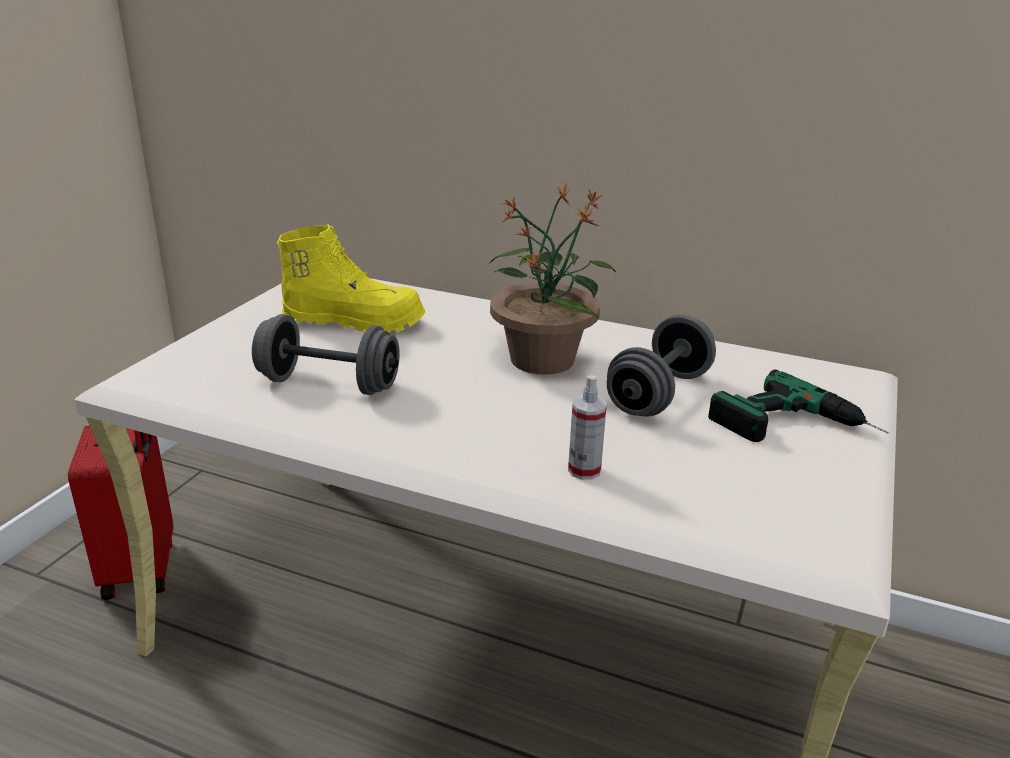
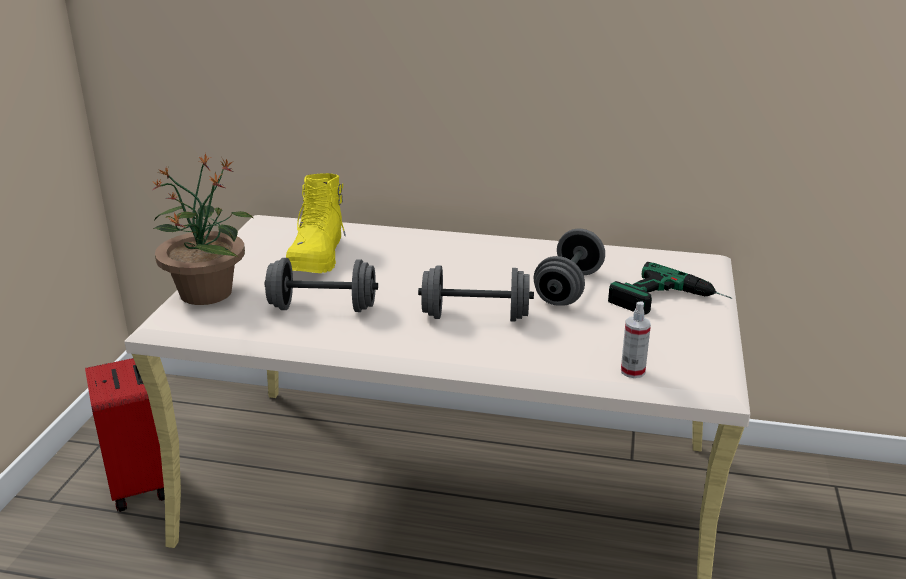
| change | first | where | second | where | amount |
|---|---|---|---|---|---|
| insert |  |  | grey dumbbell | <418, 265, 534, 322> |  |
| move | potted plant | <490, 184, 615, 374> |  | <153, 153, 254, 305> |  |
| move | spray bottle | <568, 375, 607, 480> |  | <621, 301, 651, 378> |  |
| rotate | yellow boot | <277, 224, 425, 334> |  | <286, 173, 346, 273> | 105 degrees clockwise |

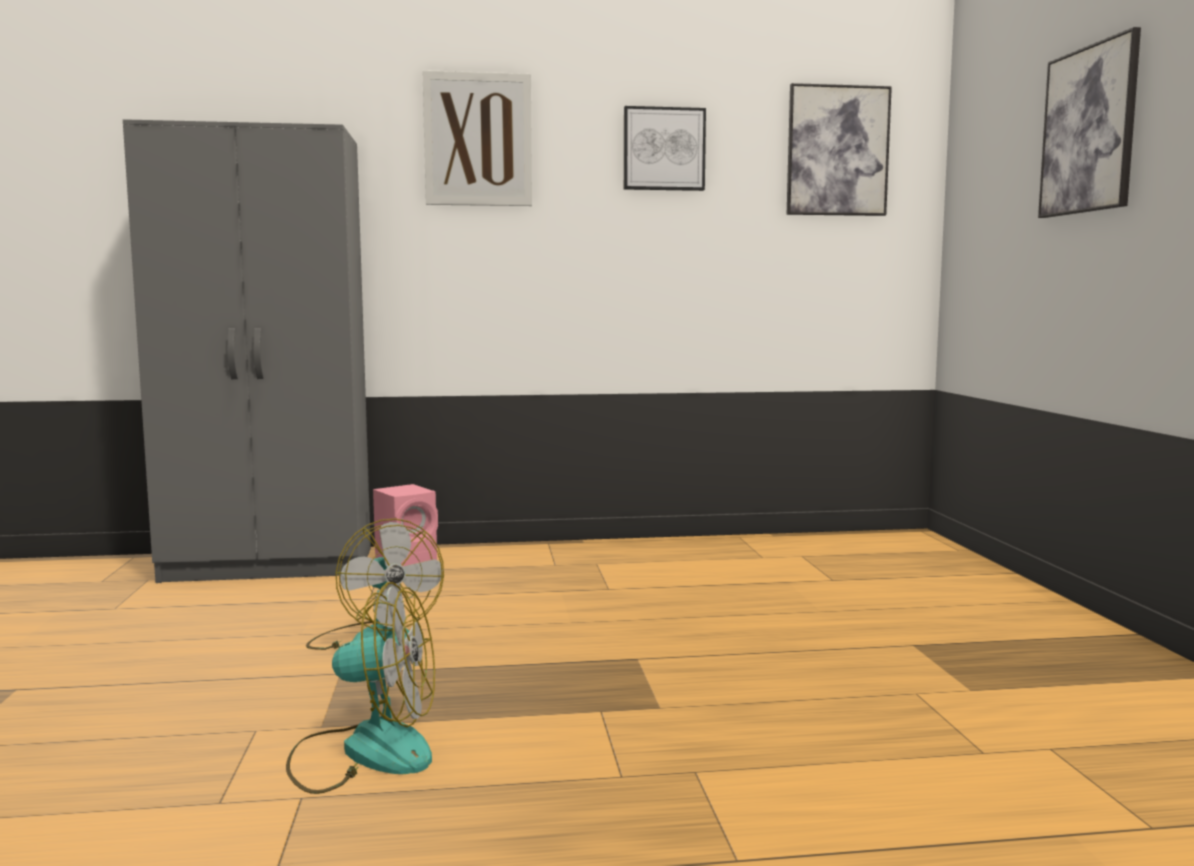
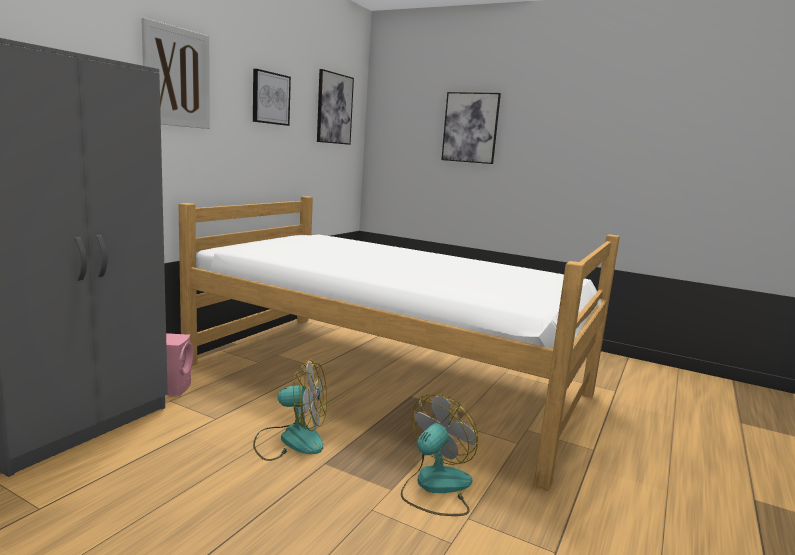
| change | first | where | second | where | amount |
|---|---|---|---|---|---|
| insert |  |  | bed | <178, 196, 620, 490> |  |

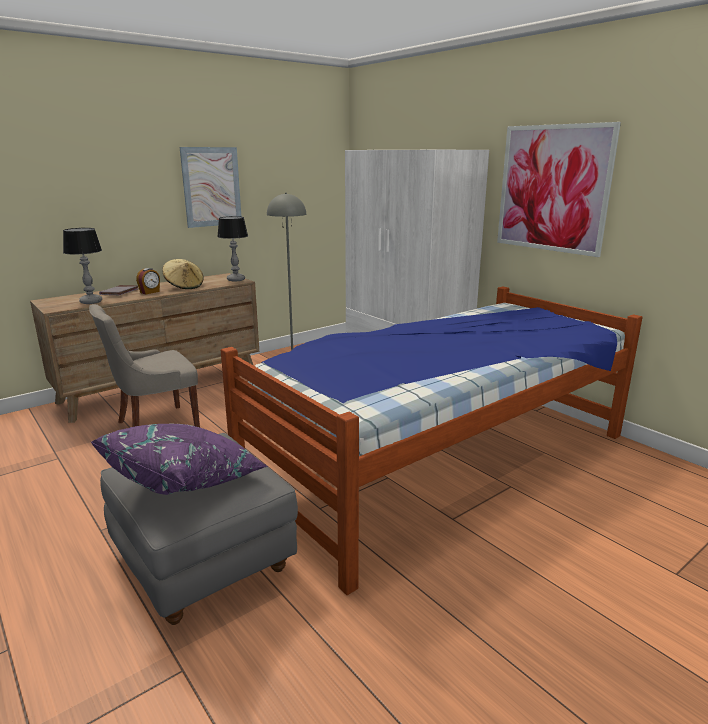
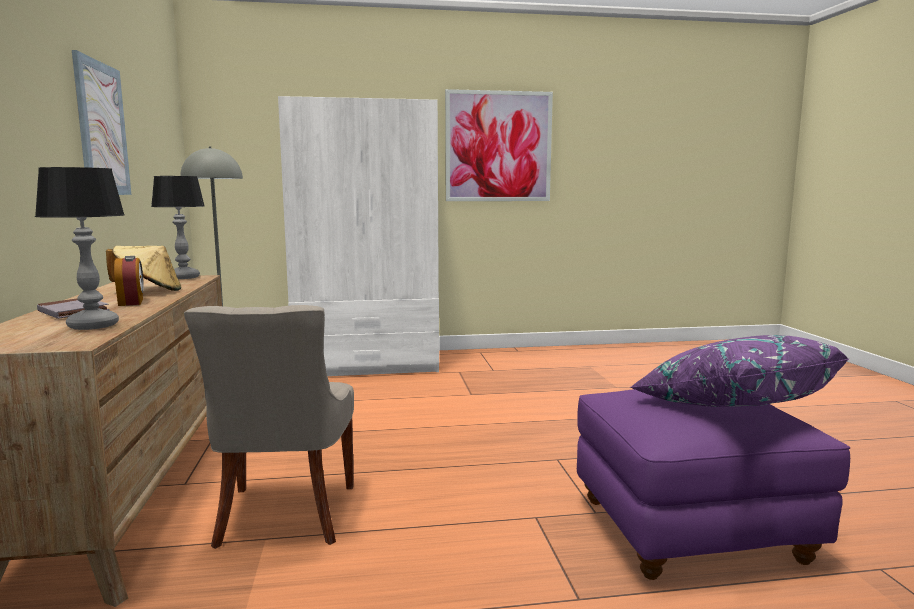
| change | first | where | second | where | amount |
|---|---|---|---|---|---|
| delete | bed | <221, 286, 643, 595> |  |  |  |
| recolor | grey ottoman | <100, 433, 298, 625> | purple ottoman | <577, 389, 850, 580> |  |

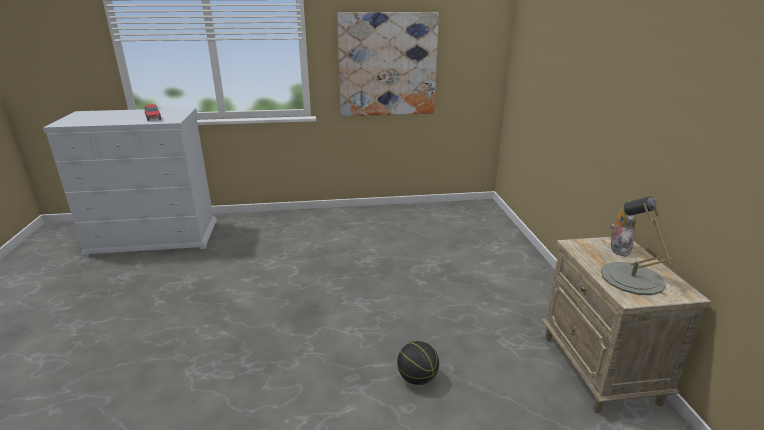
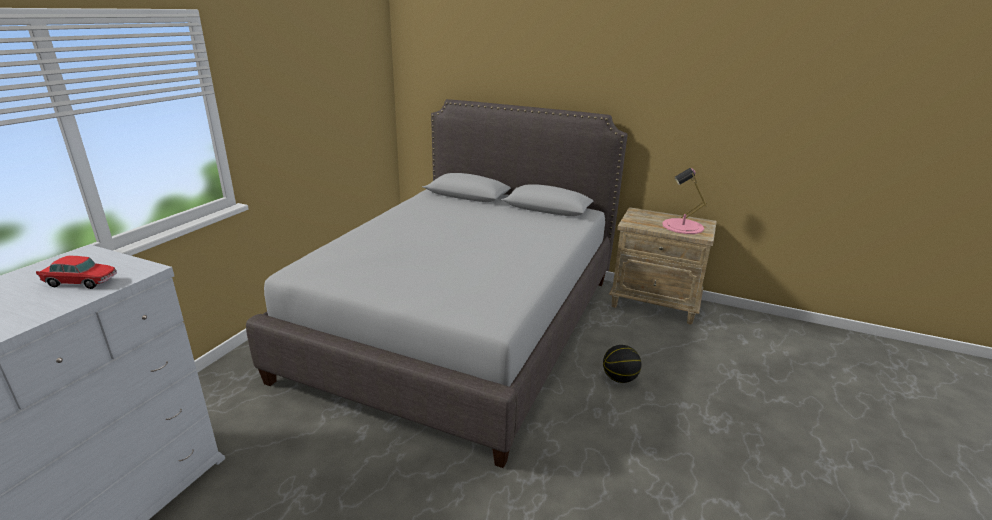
| change | first | where | second | where | amount |
|---|---|---|---|---|---|
| delete | picture | <337, 12, 439, 116> |  |  |  |
| delete | plush toy | <610, 201, 637, 256> |  |  |  |
| insert |  |  | grey bed | <246, 99, 628, 468> |  |
| recolor | grey table lamp | <601, 196, 672, 295> | pink table lamp | <662, 168, 707, 234> |  |

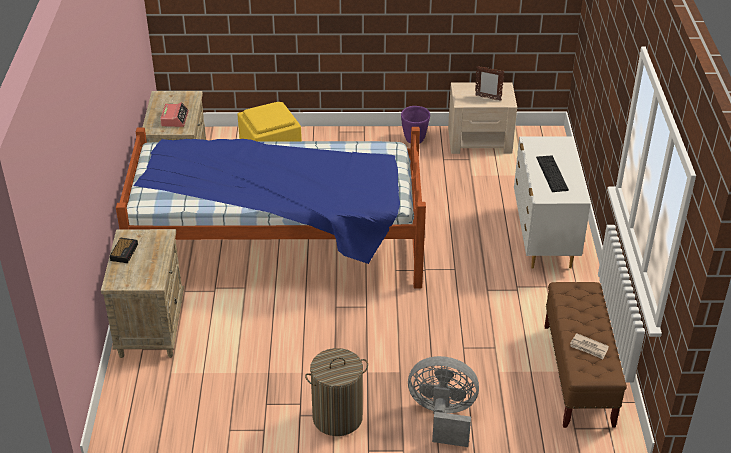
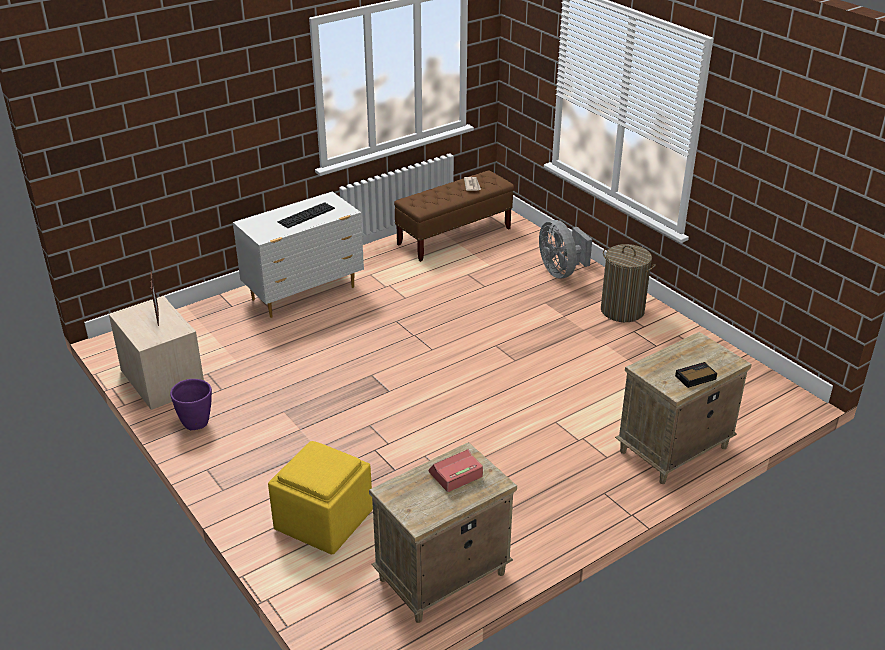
| change | first | where | second | where | amount |
|---|---|---|---|---|---|
| delete | bed | <116, 127, 426, 289> |  |  |  |

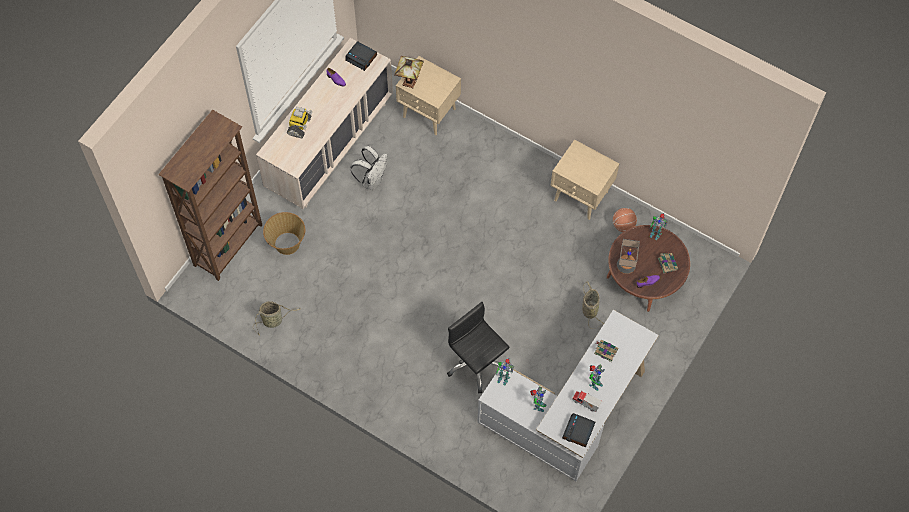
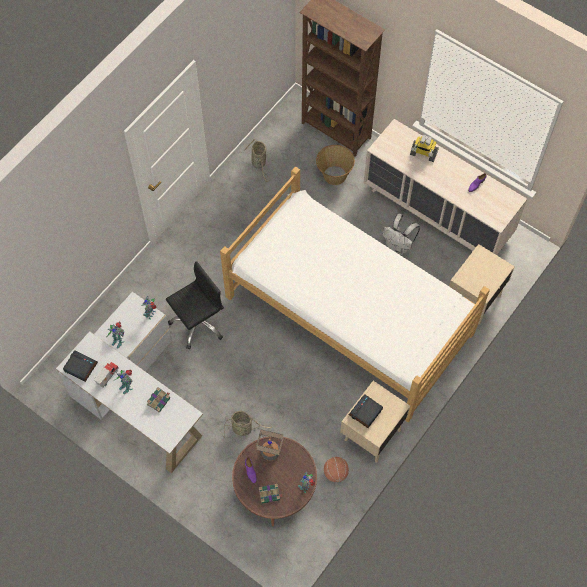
| change | first | where | second | where | amount |
|---|---|---|---|---|---|
| delete | table lamp | <394, 56, 424, 88> |  |  |  |
| insert |  |  | bed | <220, 166, 490, 422> |  |
| move | alarm clock | <345, 41, 377, 71> |  | <349, 394, 383, 428> |  |

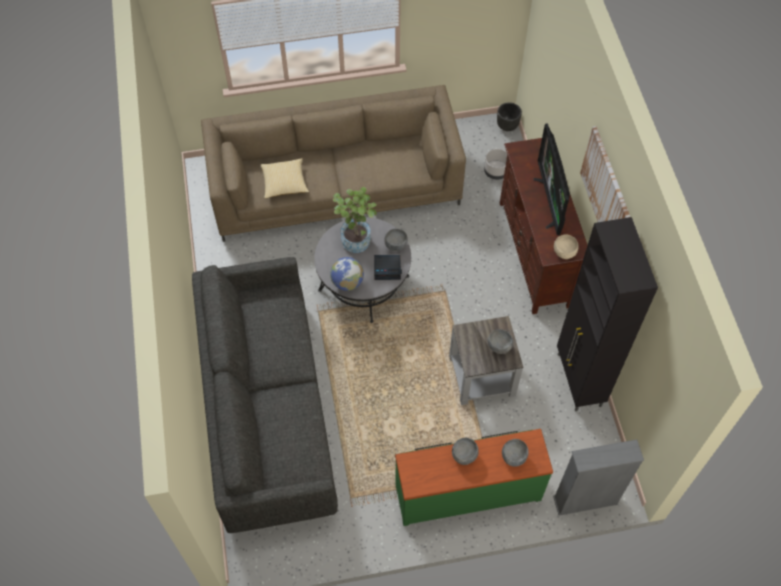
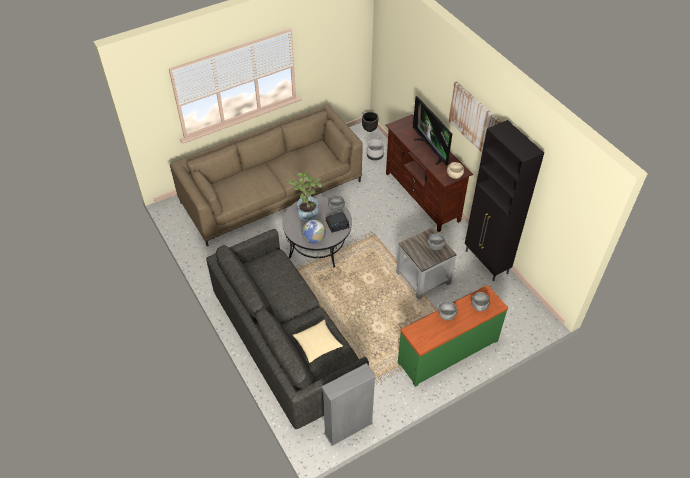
| change | first | where | second | where | amount |
|---|---|---|---|---|---|
| move | pillow | <260, 158, 309, 199> |  | <292, 319, 343, 363> |  |
| move | grey bookcase | <553, 440, 644, 516> |  | <321, 363, 376, 446> |  |

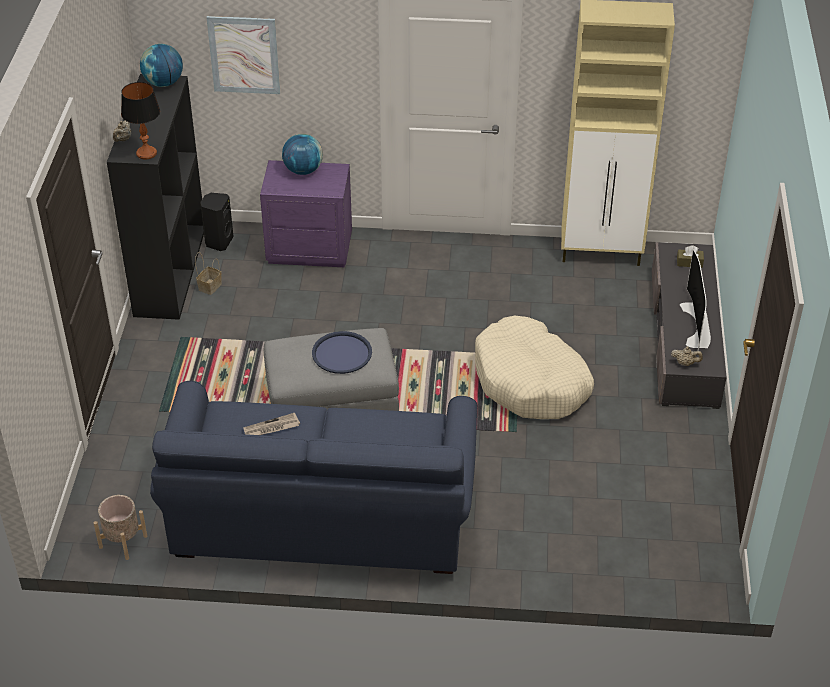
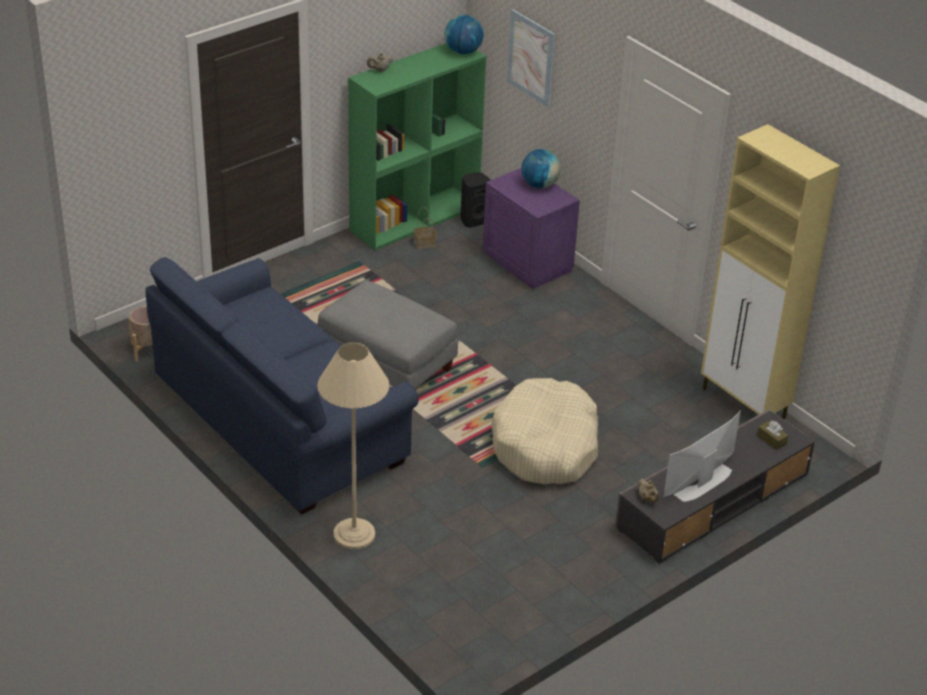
| change | first | where | second | where | amount |
|---|---|---|---|---|---|
| delete | table lamp | <121, 82, 160, 160> |  |  |  |
| delete | newspaper | <243, 413, 300, 435> |  |  |  |
| delete | blue tray | <312, 331, 372, 374> |  |  |  |
| insert |  |  | beige floor lamp | <317, 342, 389, 549> |  |
| recolor | black bookcase | <107, 74, 204, 320> | green bookcase | <348, 43, 486, 251> |  |

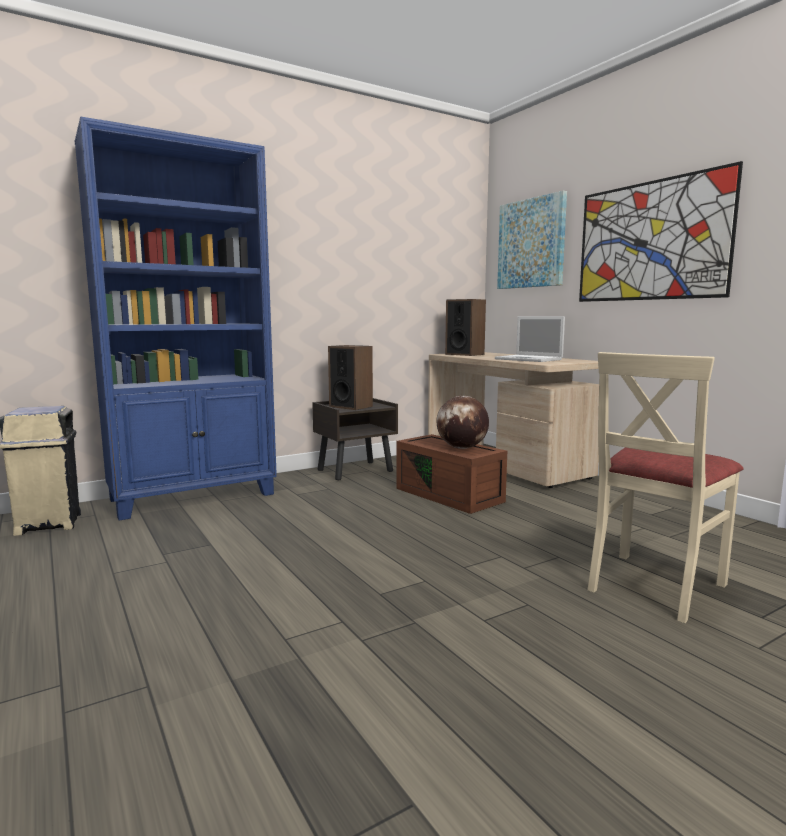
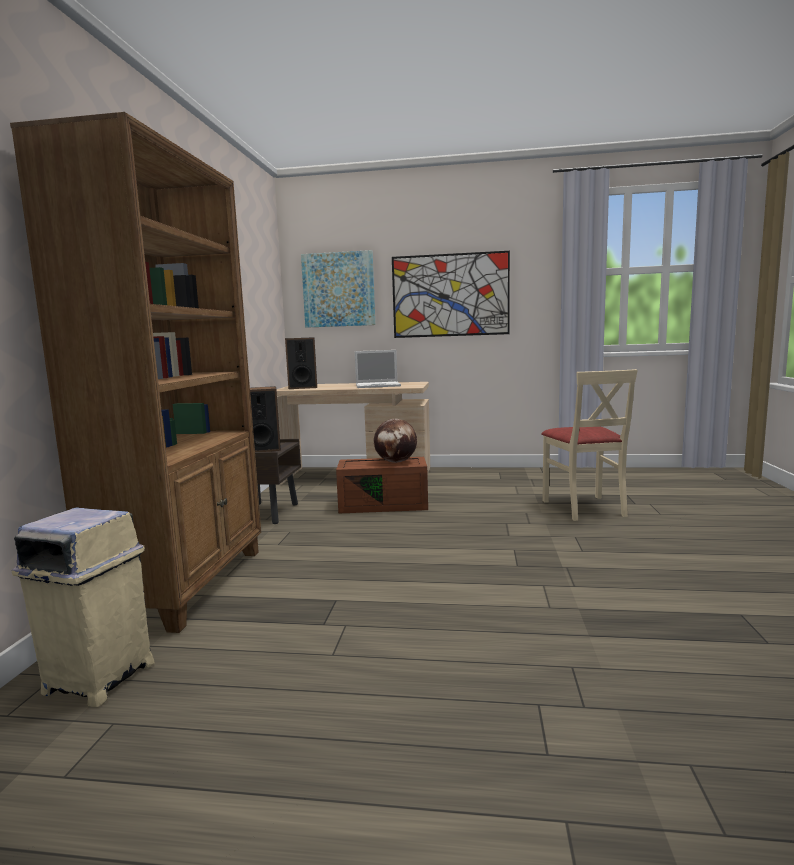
| change | first | where | second | where | amount |
|---|---|---|---|---|---|
| recolor | blue bookcase | <75, 116, 277, 520> | brown bookcase | <10, 112, 261, 633> |  |

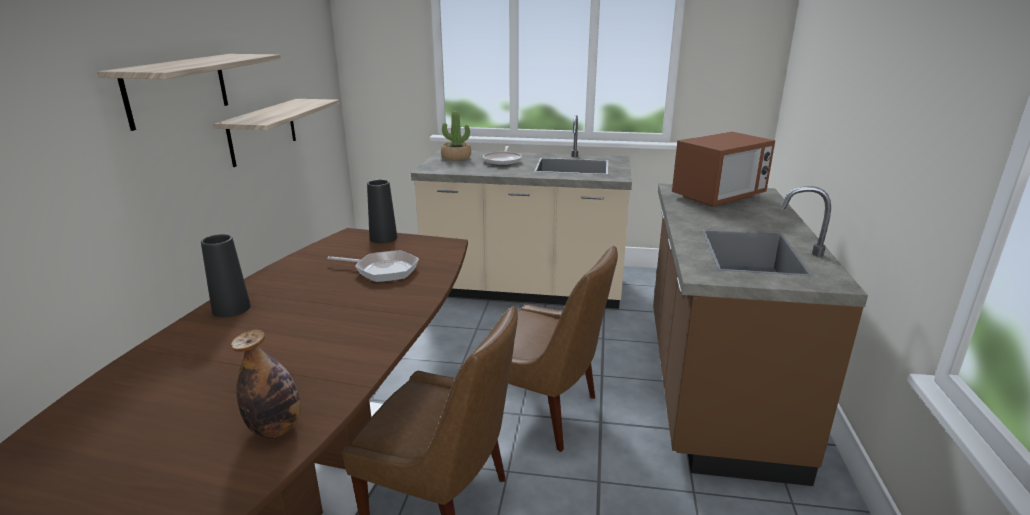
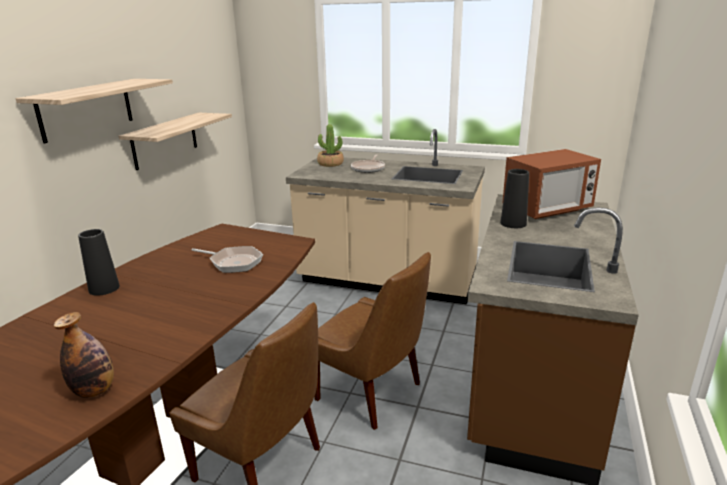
| change | first | where | second | where | amount |
|---|---|---|---|---|---|
| move | black vase | <367, 180, 397, 243> |  | <500, 169, 529, 228> |  |

